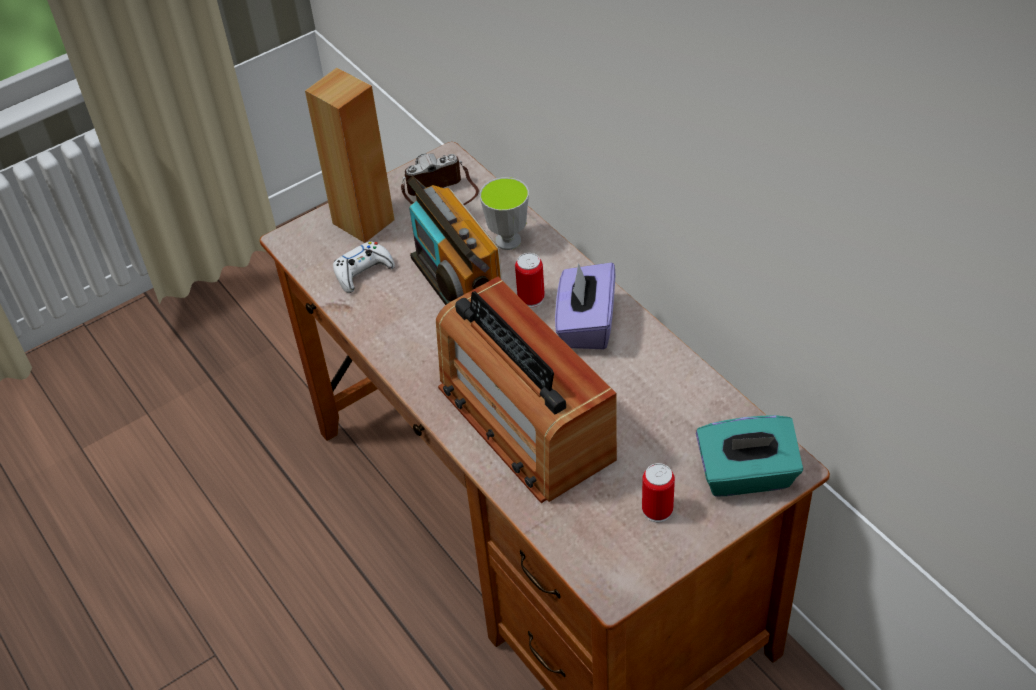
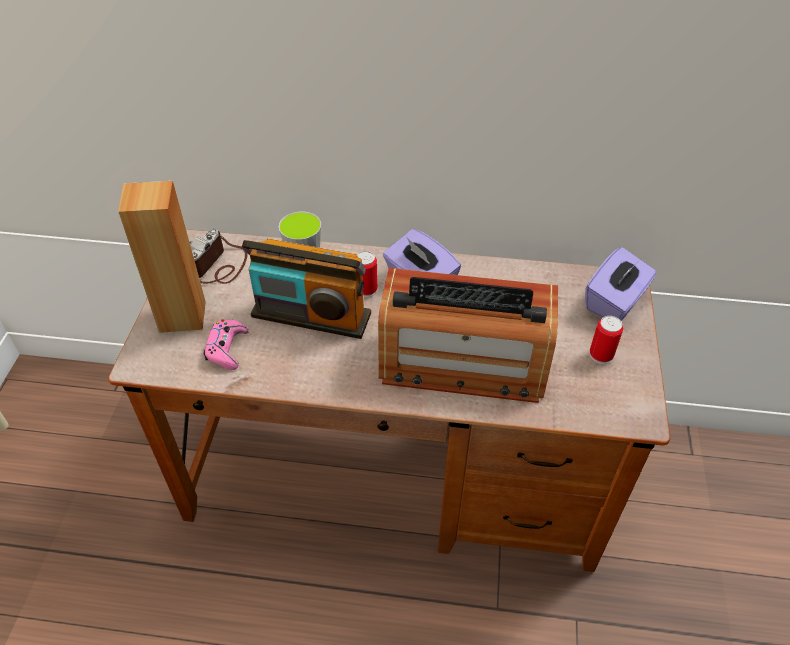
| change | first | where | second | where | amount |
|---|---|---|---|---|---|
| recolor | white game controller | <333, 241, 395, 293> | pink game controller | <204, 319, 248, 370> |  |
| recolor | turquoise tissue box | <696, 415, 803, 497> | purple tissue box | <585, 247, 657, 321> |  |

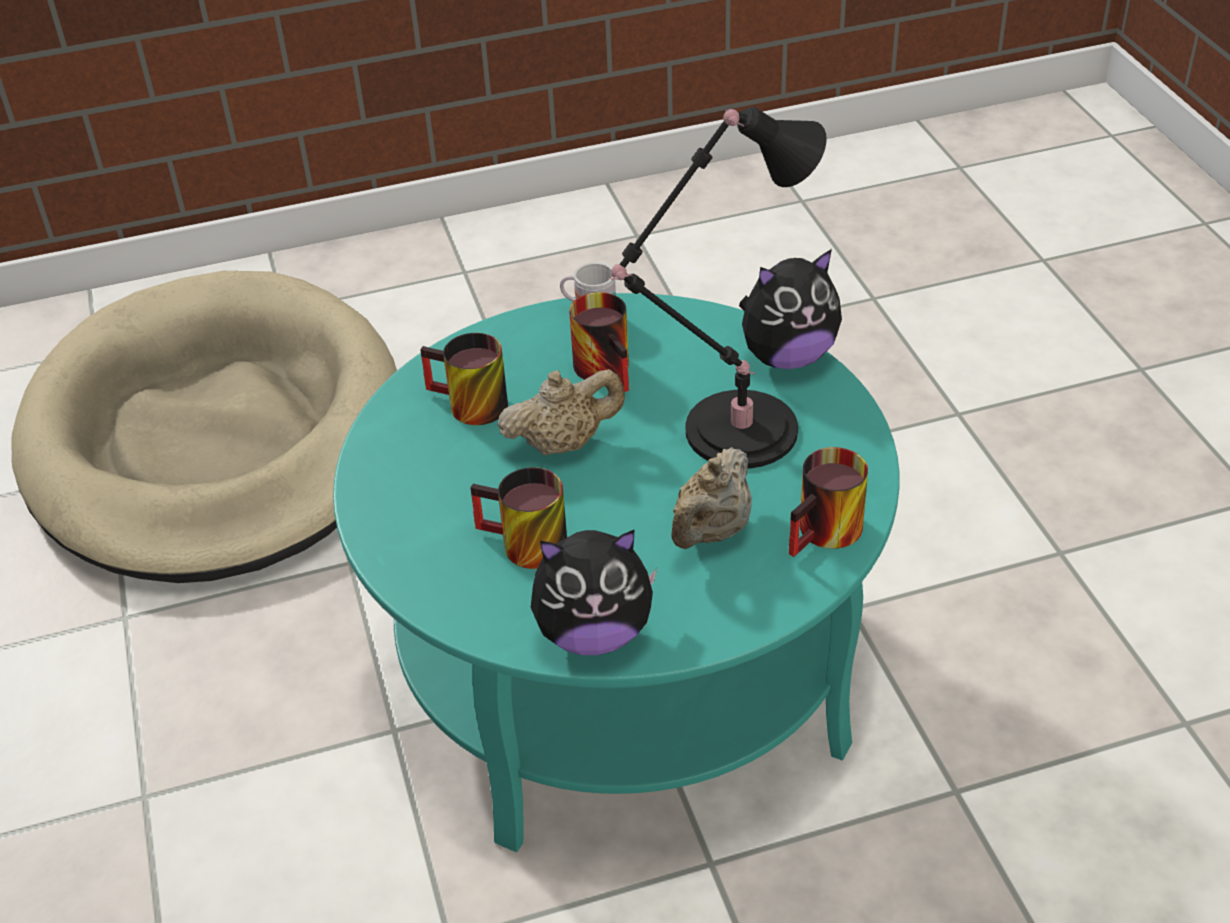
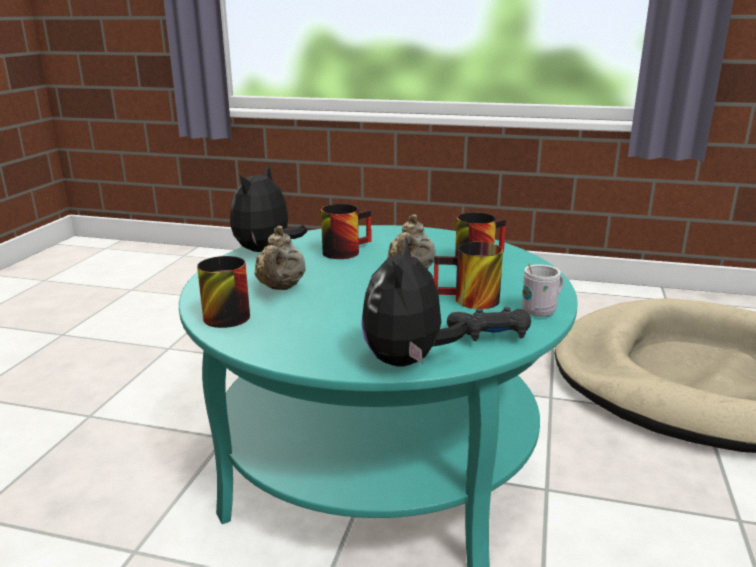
| change | first | where | second | where | amount |
|---|---|---|---|---|---|
| delete | black table lamp | <611, 107, 827, 468> |  |  |  |
| insert |  |  | black game controller | <447, 307, 531, 341> |  |
| rotate | beige teapot | <671, 447, 752, 549> |  | <254, 226, 305, 290> | 150 degrees counterclockwise |

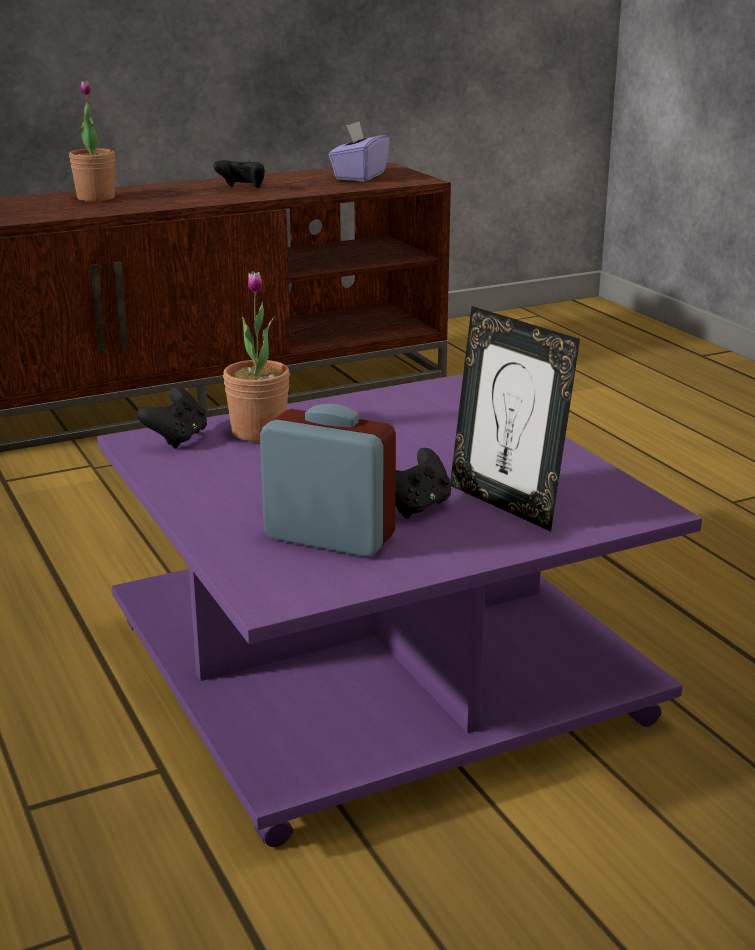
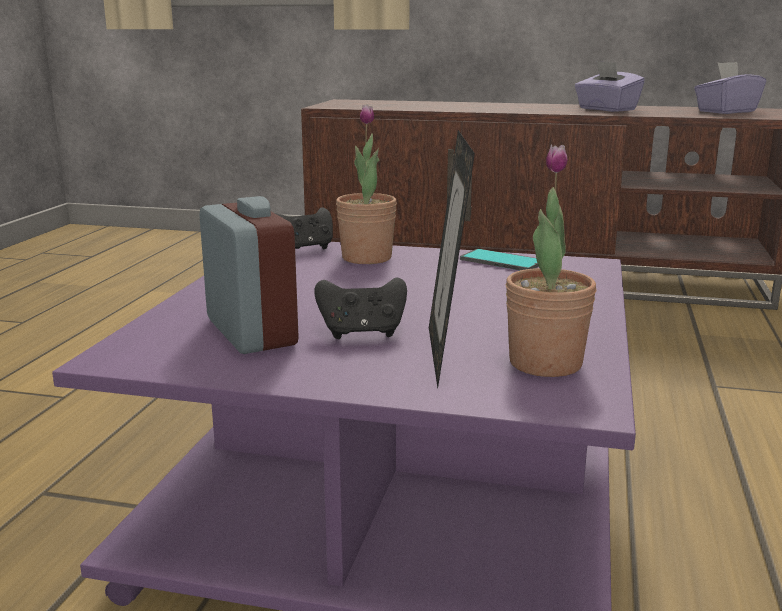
| change | first | where | second | where | amount |
|---|---|---|---|---|---|
| insert |  |  | phone | <460, 249, 539, 270> |  |
| move | potted plant | <69, 81, 115, 202> |  | <506, 144, 597, 377> |  |
| replace | black game controller | <214, 160, 265, 188> | purple tissue box | <575, 61, 645, 112> |  |

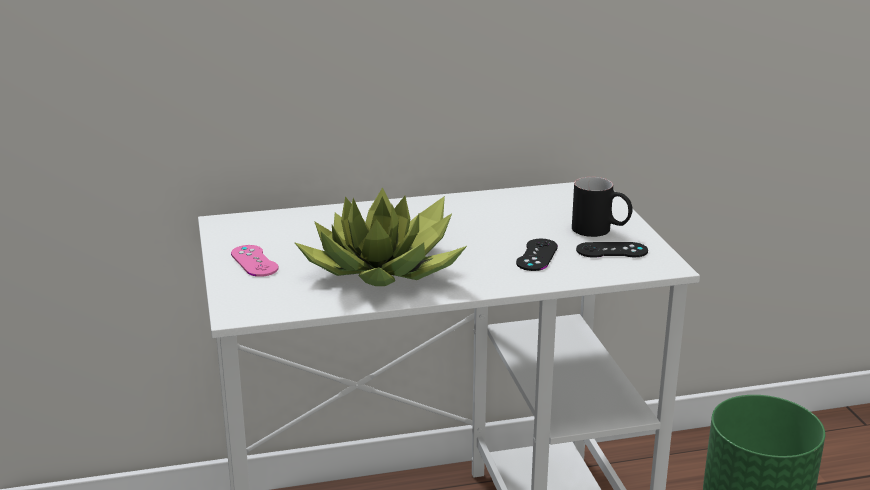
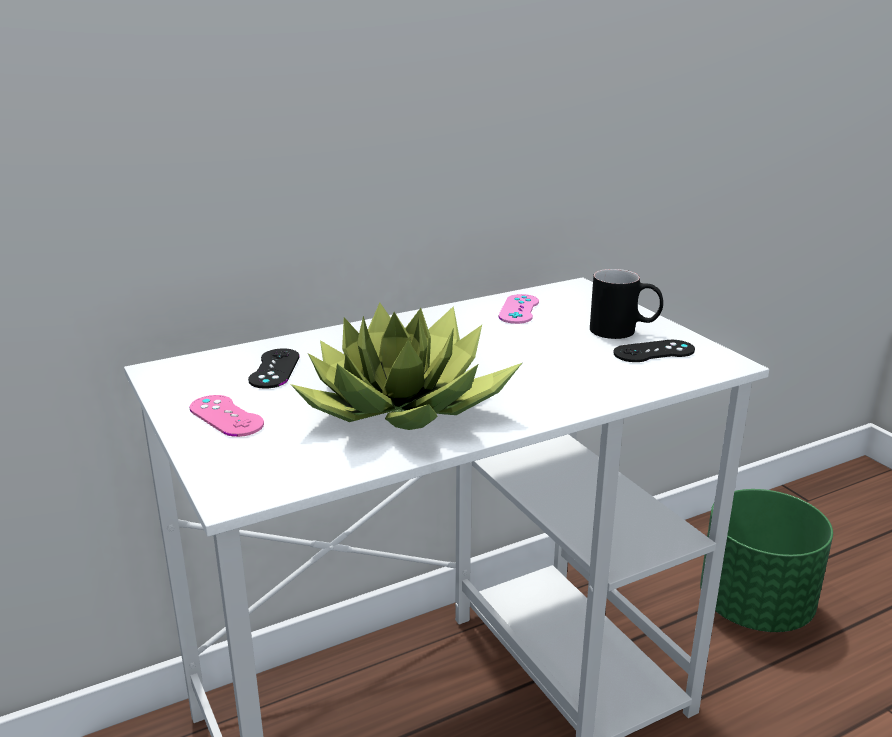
| change | first | where | second | where | amount |
|---|---|---|---|---|---|
| insert |  |  | pink game controller | <499, 294, 539, 324> |  |
| move | black game controller | <516, 239, 558, 271> |  | <248, 348, 300, 389> |  |

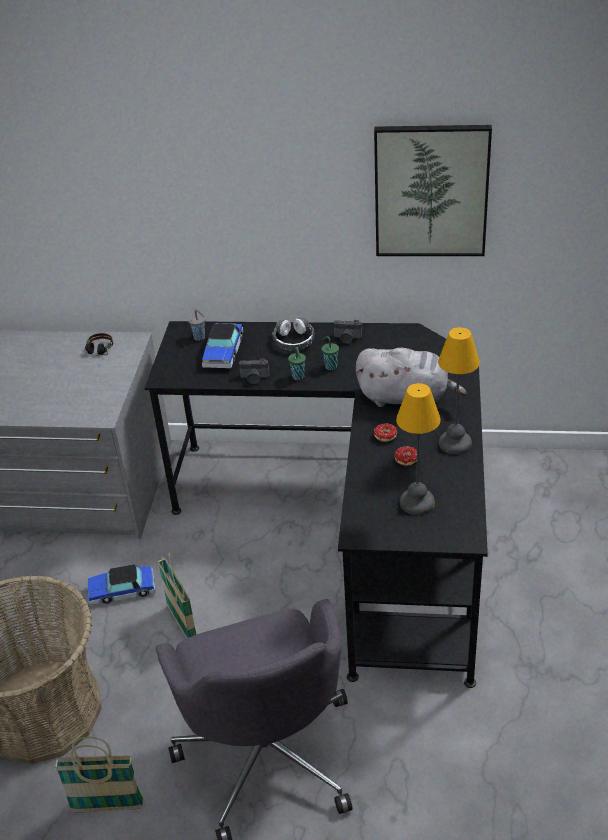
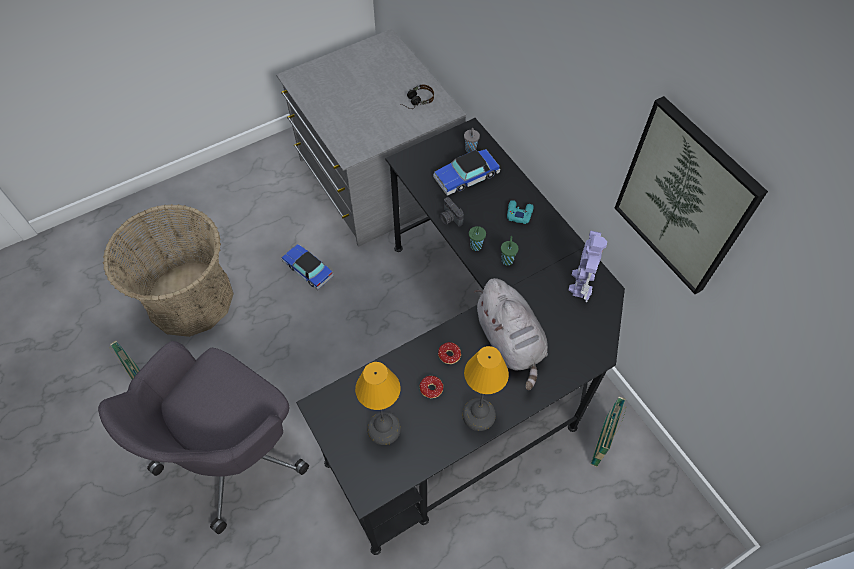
| change | first | where | second | where | amount |
|---|---|---|---|---|---|
| delete | photo camera | <334, 320, 362, 344> |  |  |  |
| insert |  |  | toy robot | <569, 230, 607, 302> |  |
| move | basket | <158, 553, 197, 638> |  | <591, 396, 626, 467> |  |
| replace | headphones | <272, 318, 315, 351> | turquoise game controller | <507, 200, 534, 224> |  |

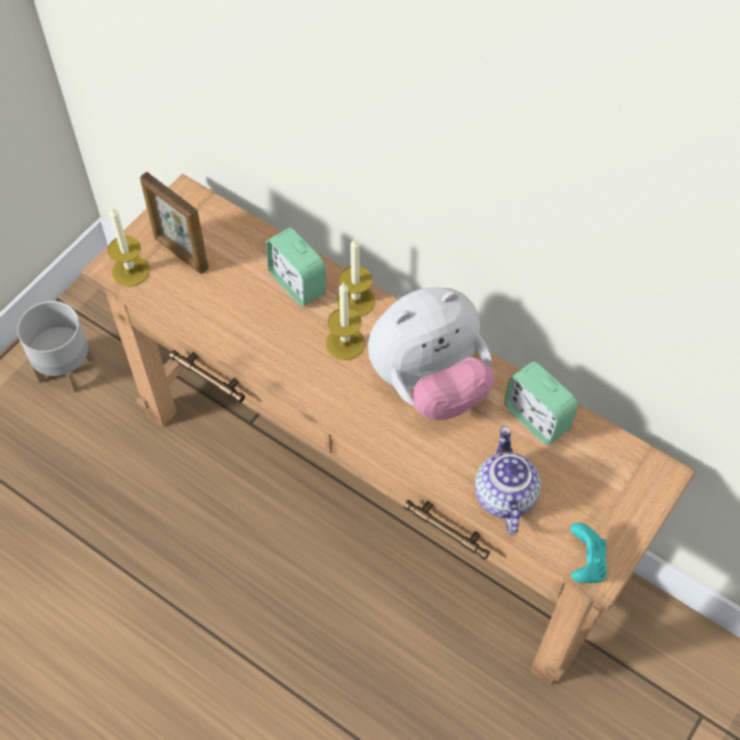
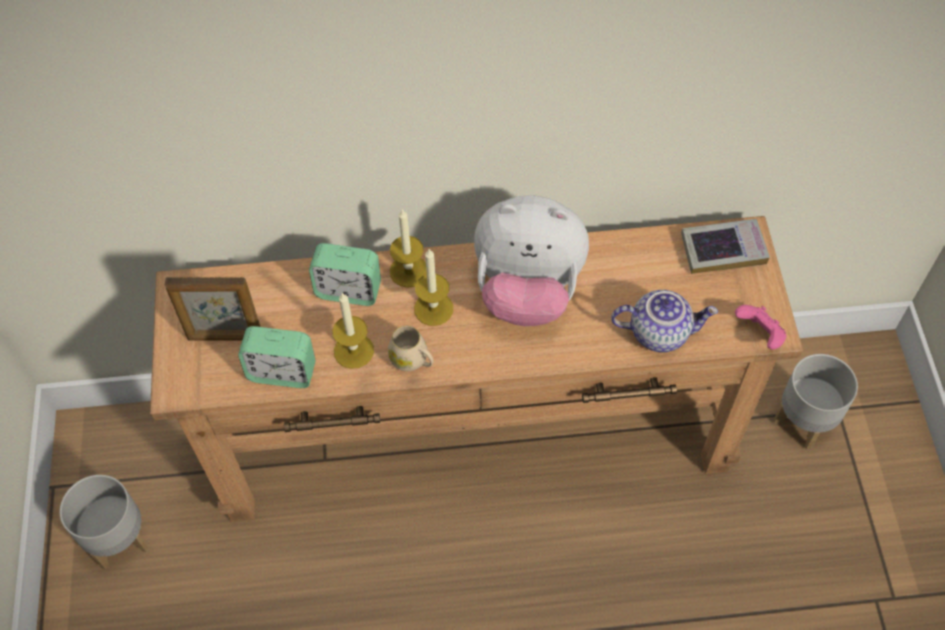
| change | first | where | second | where | amount |
|---|---|---|---|---|---|
| insert |  |  | beige mug | <388, 326, 434, 371> |  |
| insert |  |  | book | <681, 219, 770, 274> |  |
| insert |  |  | grey planter | <774, 354, 858, 449> |  |
| move | candle | <108, 207, 150, 287> |  | <332, 292, 374, 369> |  |
| move | alarm clock | <504, 362, 578, 445> |  | <238, 326, 316, 388> |  |
| recolor | turquoise game controller | <571, 523, 607, 583> | pink game controller | <735, 305, 787, 350> |  |
| rotate | plush toy | <368, 287, 494, 420> |  | <474, 195, 589, 326> | 75 degrees clockwise |
| rotate | teapot | <475, 426, 541, 534> |  | <611, 290, 718, 352> | 135 degrees clockwise |

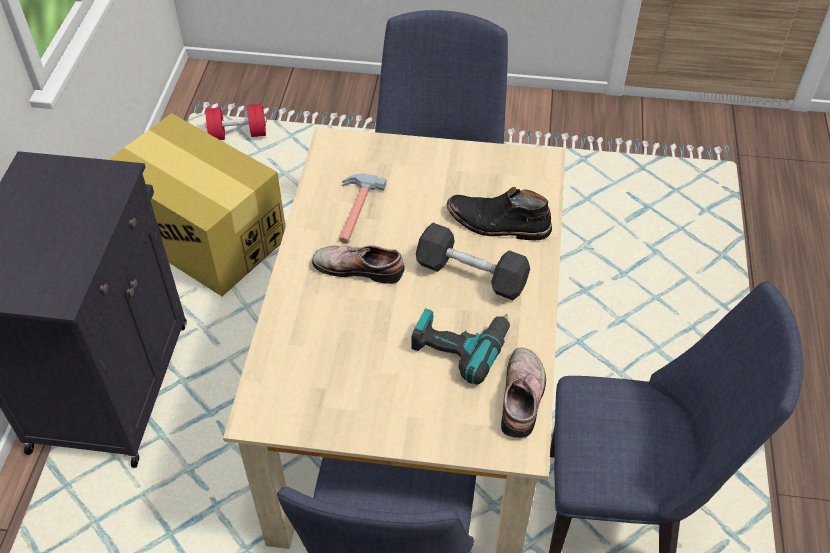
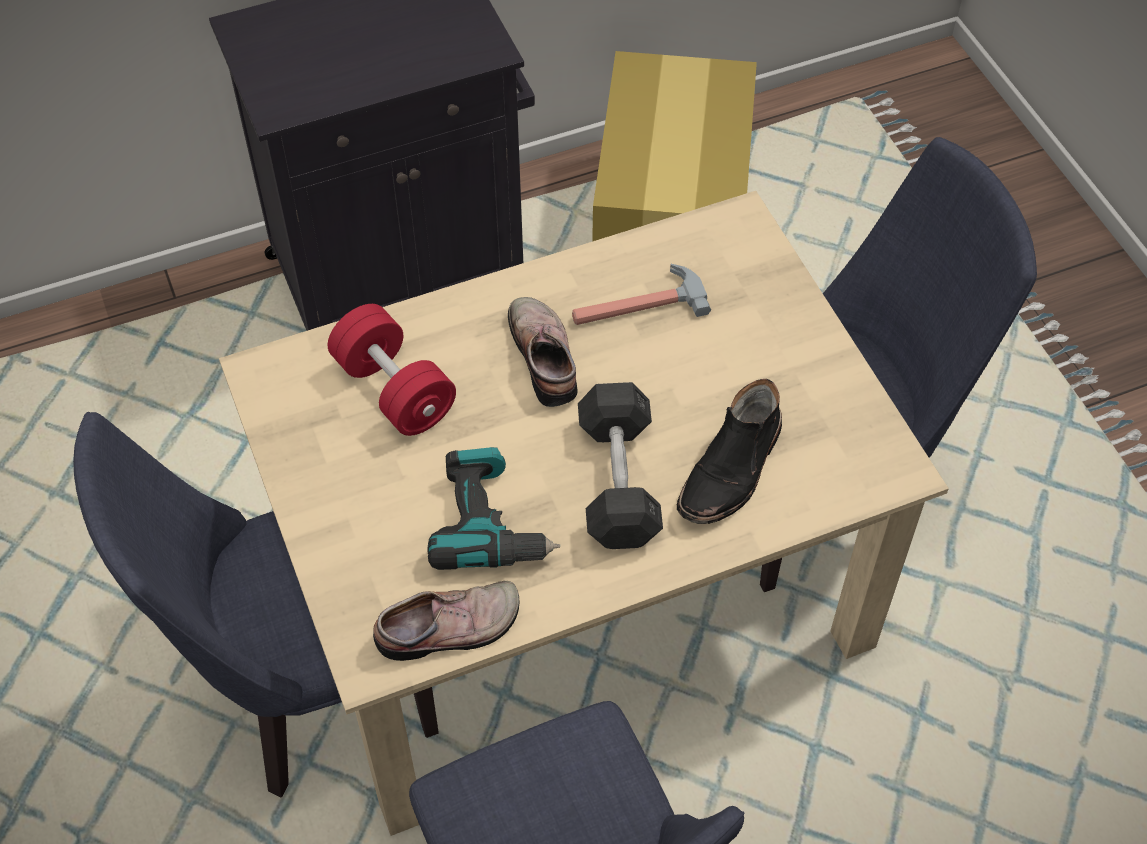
| change | first | where | second | where | amount |
|---|---|---|---|---|---|
| move | red dumbbell | <205, 104, 267, 140> |  | <328, 304, 456, 436> |  |
| rotate | black boot | <447, 187, 552, 240> |  | <677, 379, 782, 524> | 135 degrees counterclockwise |

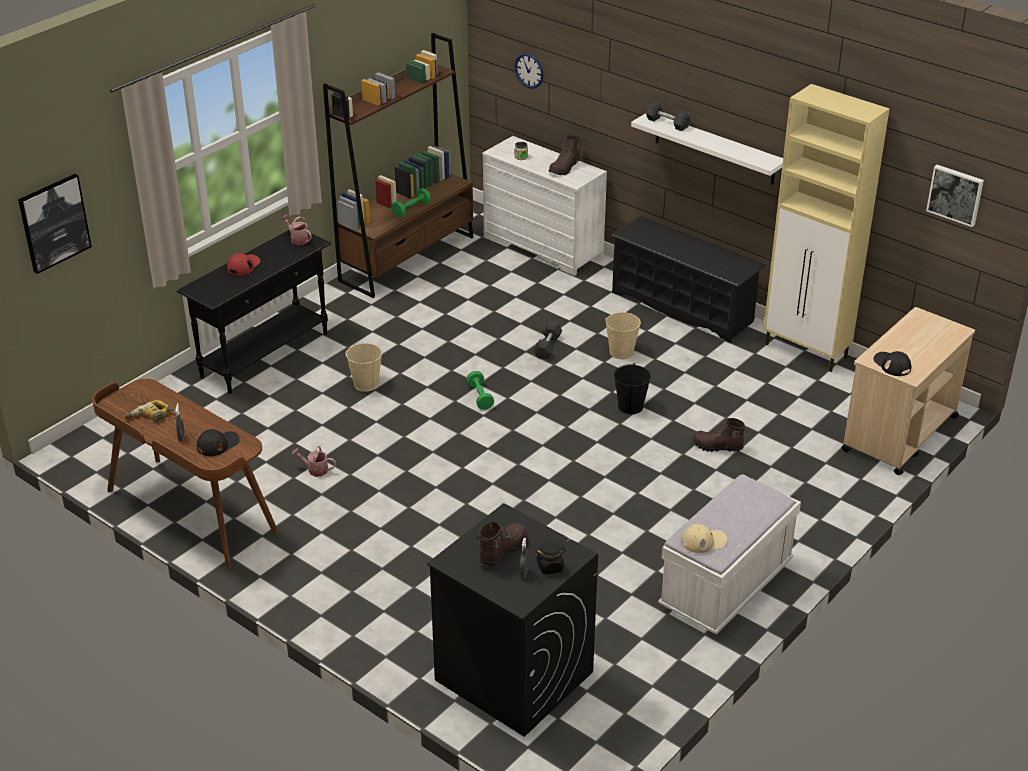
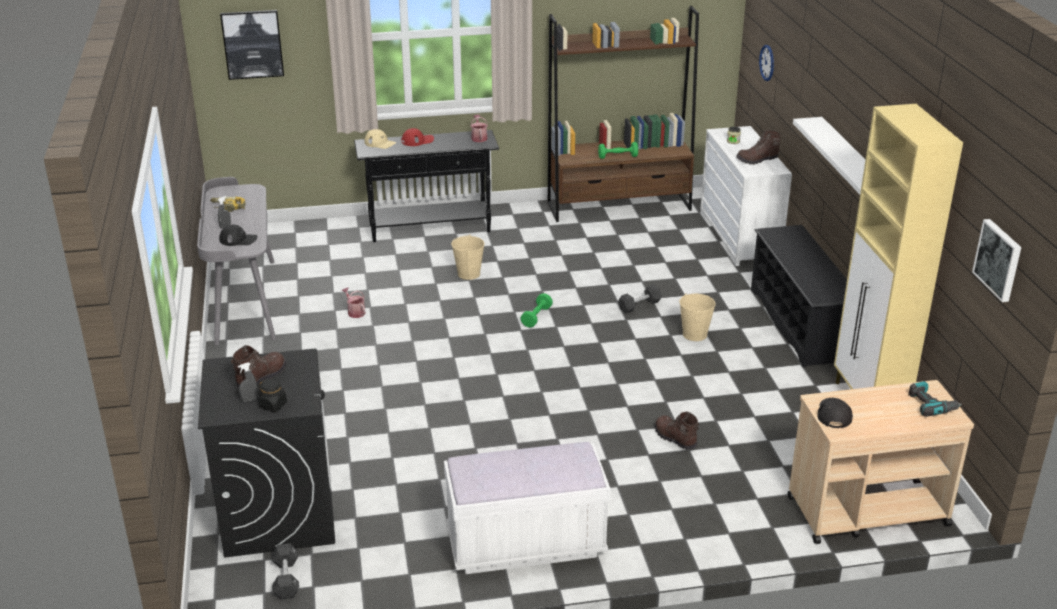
| change | first | where | second | where | amount |
|---|---|---|---|---|---|
| delete | black bucket | <614, 363, 651, 414> |  |  |  |
| insert |  |  | power drill | <909, 381, 962, 417> |  |
| move | black dumbbell | <646, 101, 691, 131> |  | <272, 543, 299, 599> |  |
| move | beige cap | <681, 524, 727, 553> |  | <364, 129, 396, 149> |  |
| recolor | brown desk | <92, 379, 279, 569> | grey desk | <197, 177, 276, 346> |  |
| rotate | brown boot | <477, 521, 527, 567> |  | <231, 345, 287, 389> | 45 degrees counterclockwise |

